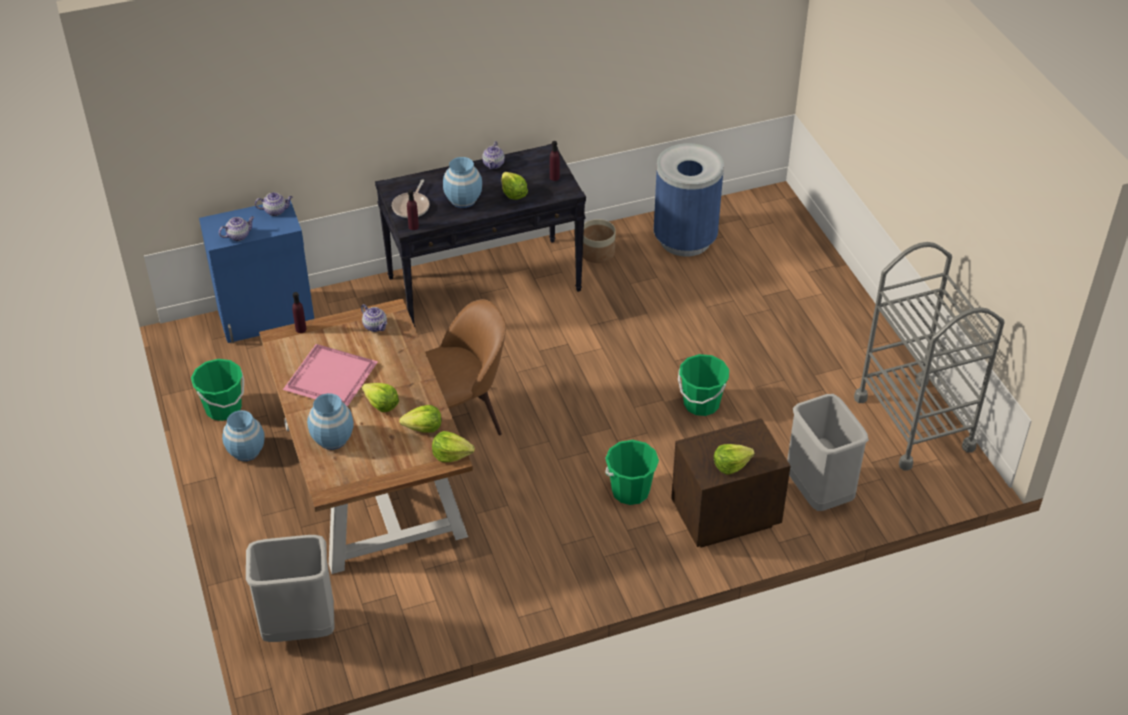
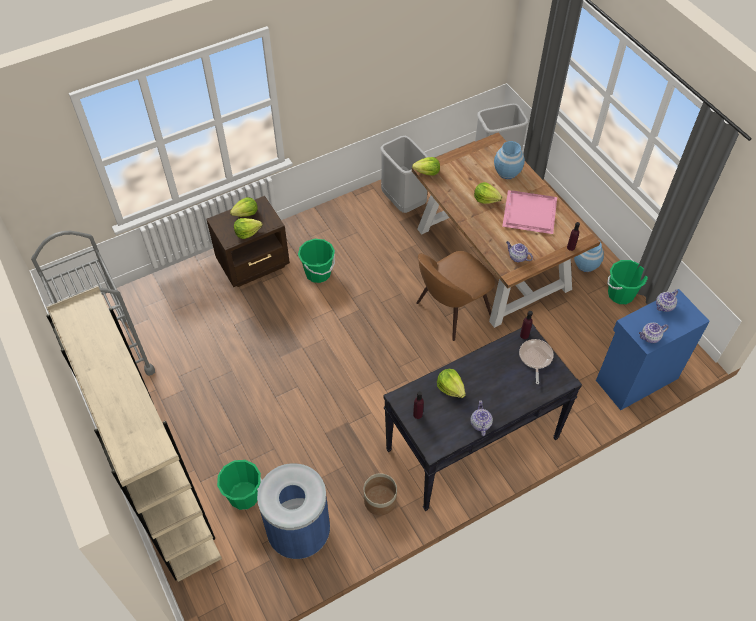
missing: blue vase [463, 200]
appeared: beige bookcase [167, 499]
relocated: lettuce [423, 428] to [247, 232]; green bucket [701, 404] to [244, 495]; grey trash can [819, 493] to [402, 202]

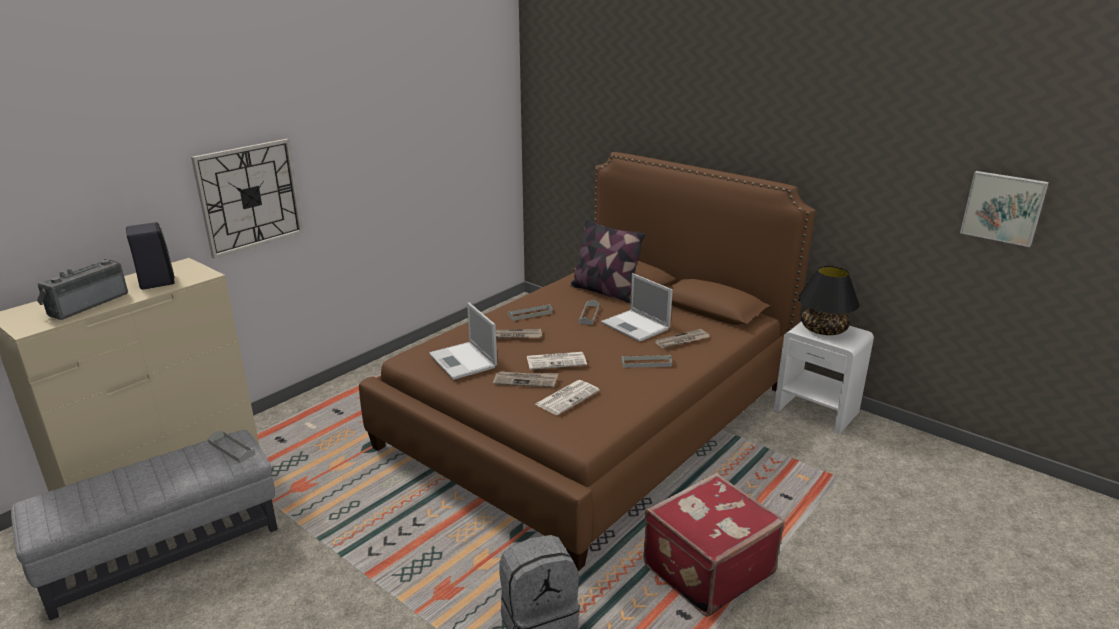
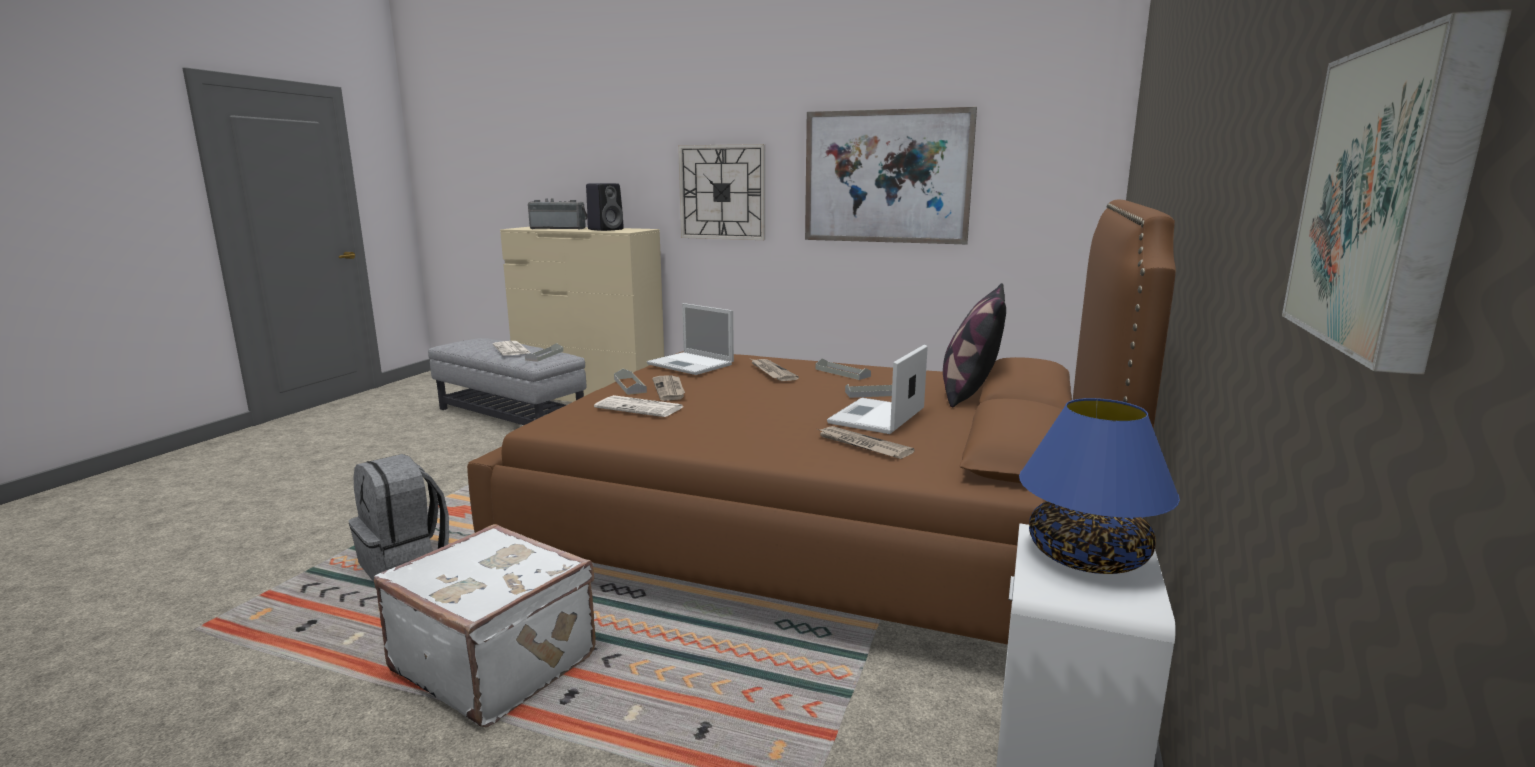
appeared: picture [886, 177]
relocated: newspaper [557, 361] to [512, 349]; grey tray [646, 363] to [630, 385]
colour: red suitcase [706, 568] to white suitcase [497, 662]; black table lamp [824, 330] to blue table lamp [1087, 558]
spun: laptop [463, 361] = [691, 364] 90 degrees counterclockwise

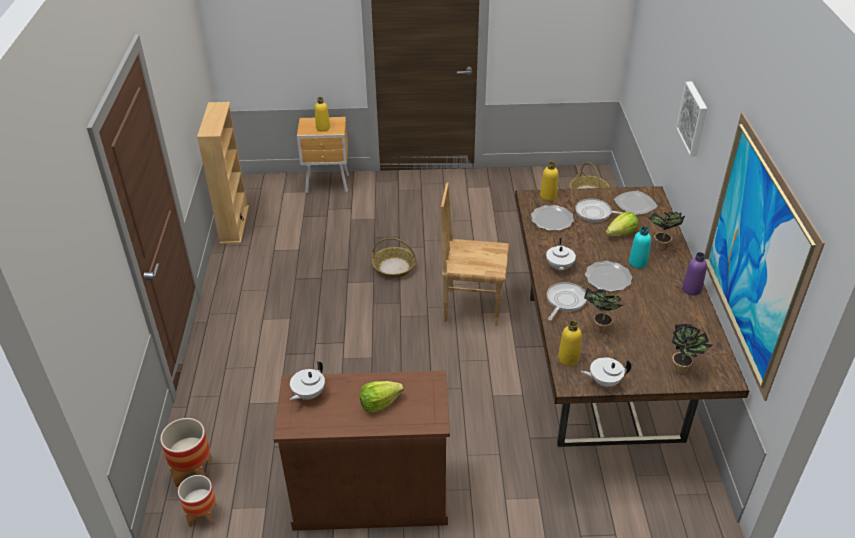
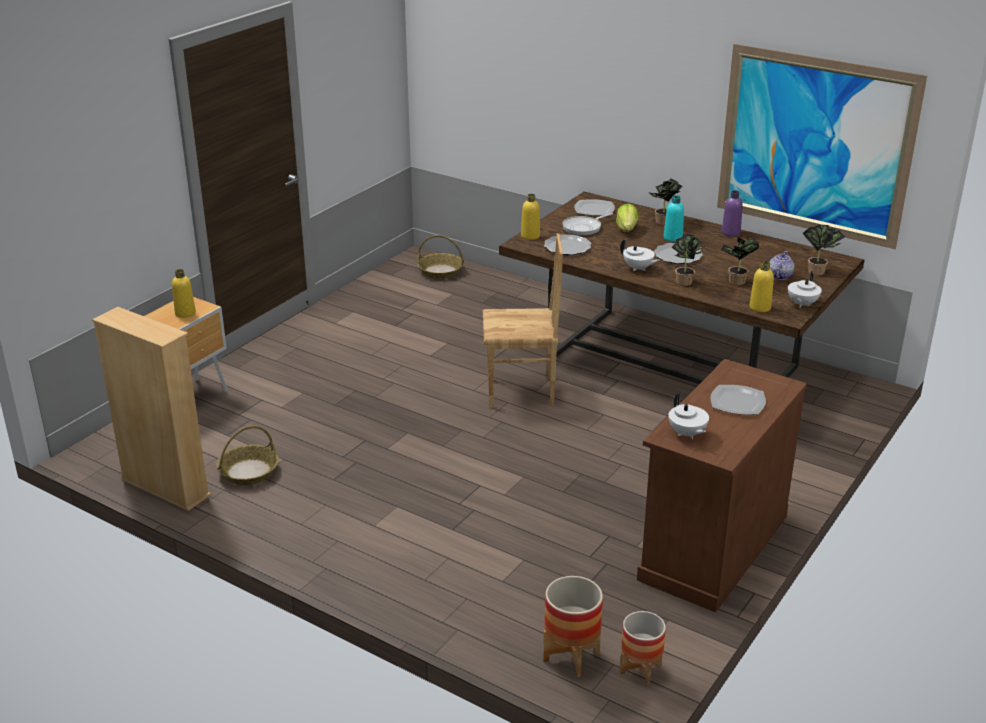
missing: picture [694, 118]
appeared: teapot [779, 276]
relocated: basket [393, 267] to [248, 472]
exchanged: lettuce [379, 403] to plate [737, 402]; frying pan [564, 301] to potted plant [686, 283]
spun: brown chair [472, 307] = [521, 393] 135 degrees counterclockwise

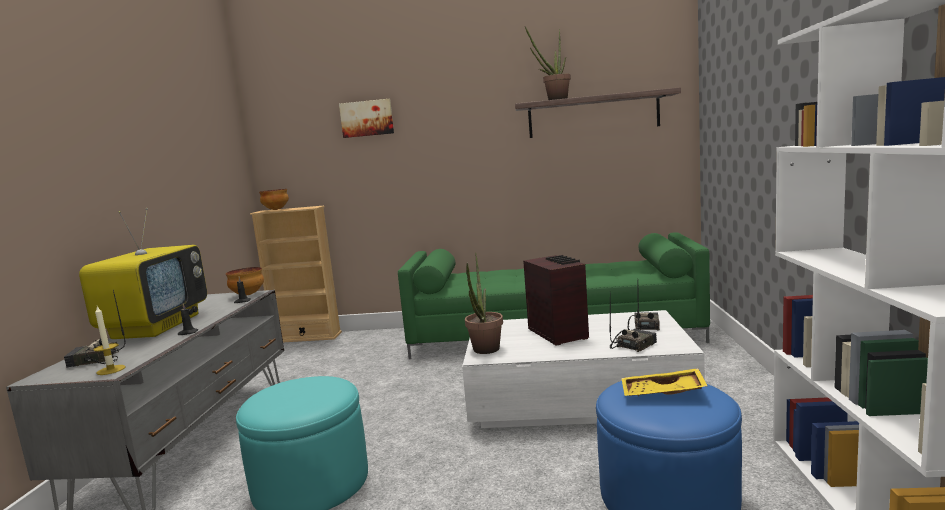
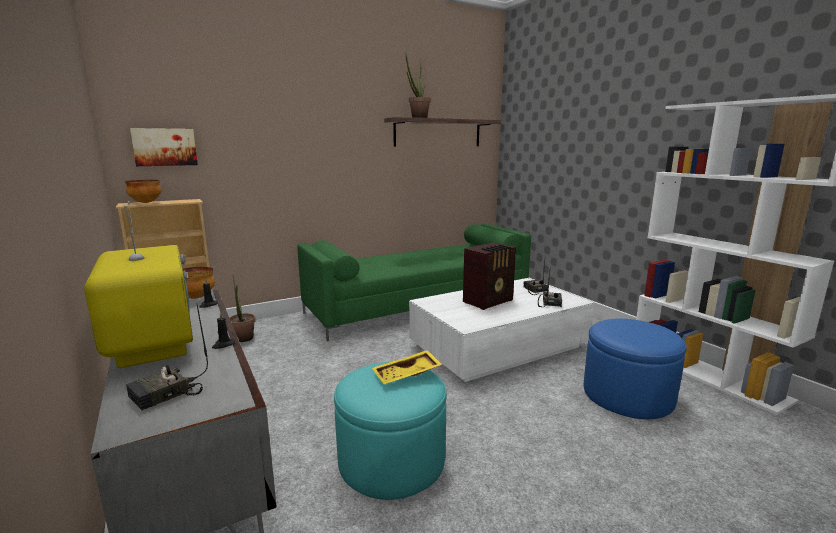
missing: candle [111, 370]
relocated: picture [367, 118] to [165, 147]; potted plant [485, 351] to [243, 340]; yellow tray [662, 393] to [407, 375]
spun: radio [558, 333] = [489, 301] 105 degrees clockwise

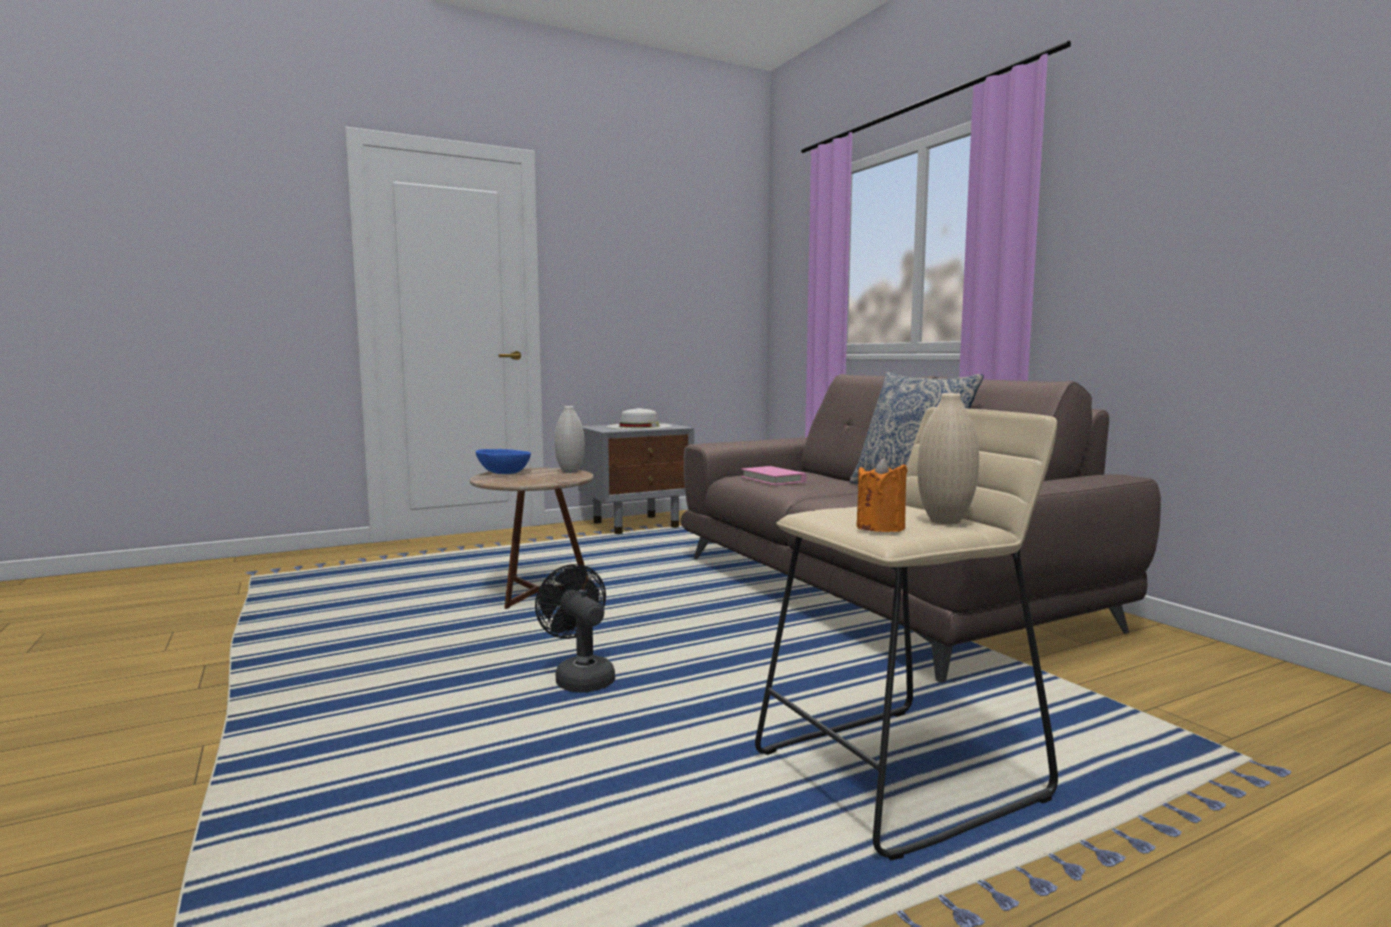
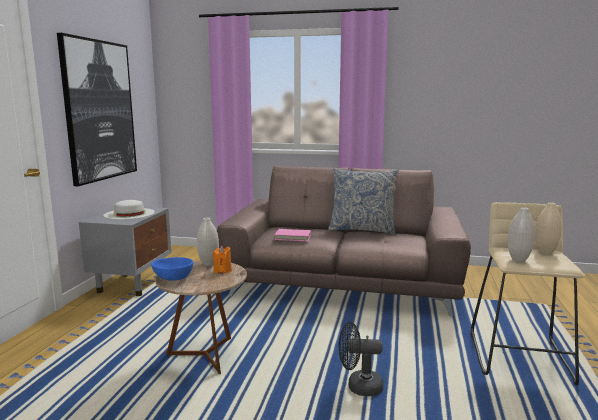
appeared: picture [99, 111]; white vase [518, 260]
relocated: orange candle [880, 528] to [222, 271]

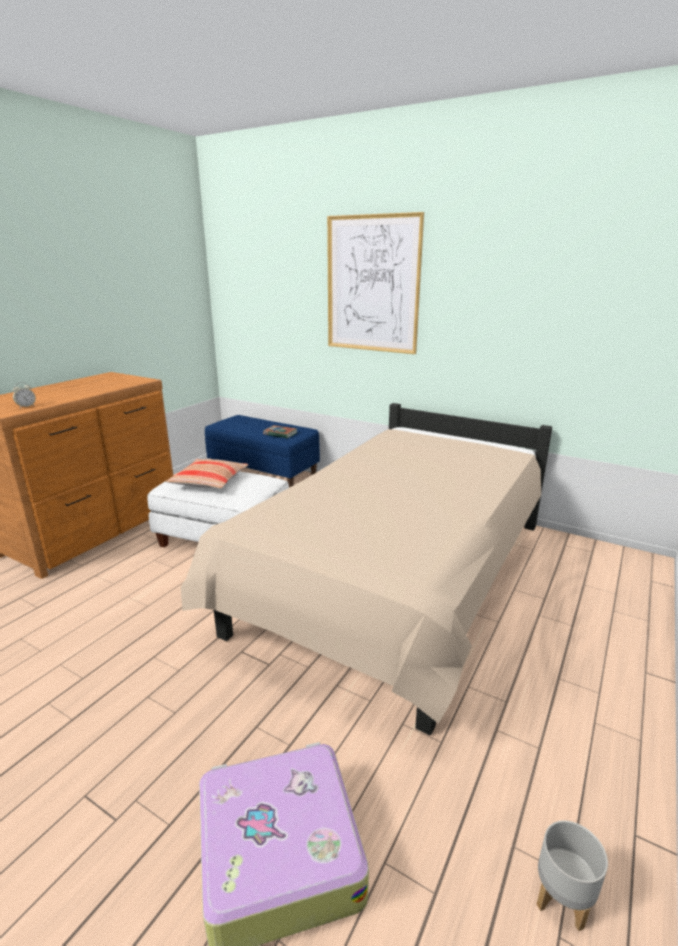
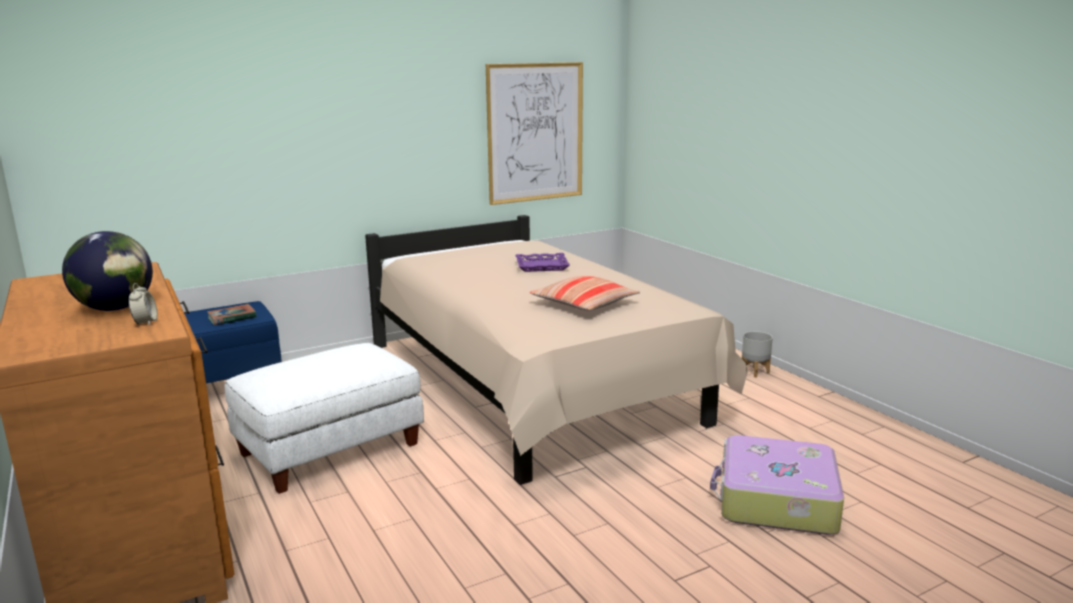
appeared: globe [115, 308]; purple tray [542, 266]
relocated: pillow [209, 481] to [584, 304]; picture [372, 285] to [535, 132]; grey planter [563, 899] to [755, 371]

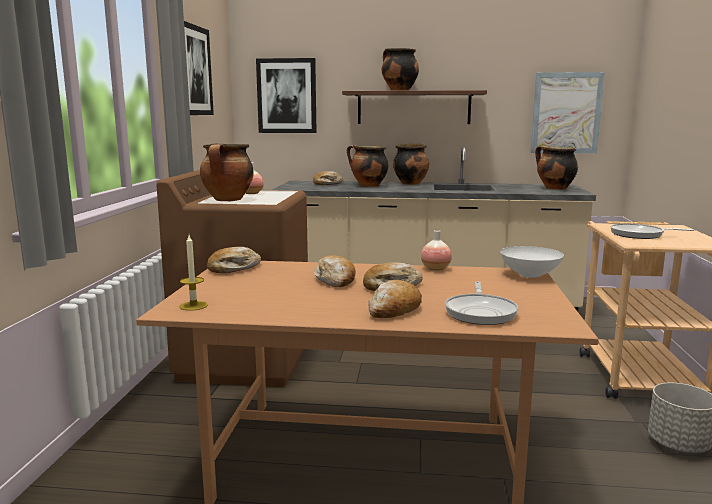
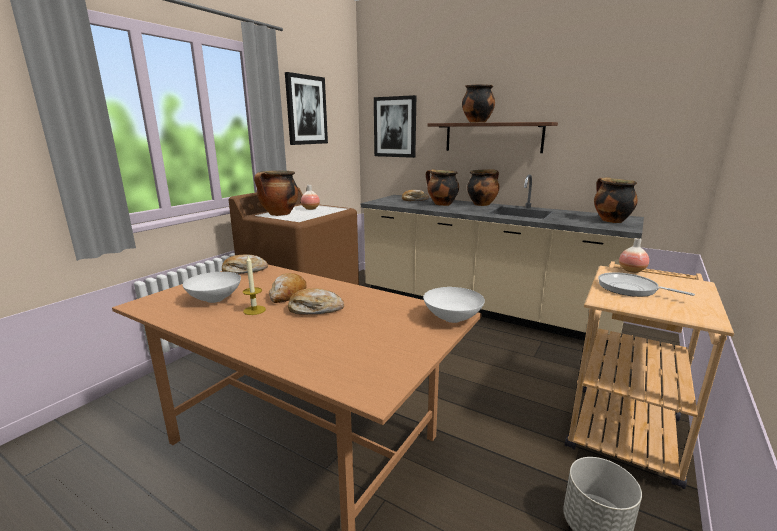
missing: bread [394, 309]; frying pan [480, 312]; picture [566, 113]
appeared: white bowl [215, 299]
relocated: candle [193, 306] to [254, 310]; vase [435, 268] to [631, 270]

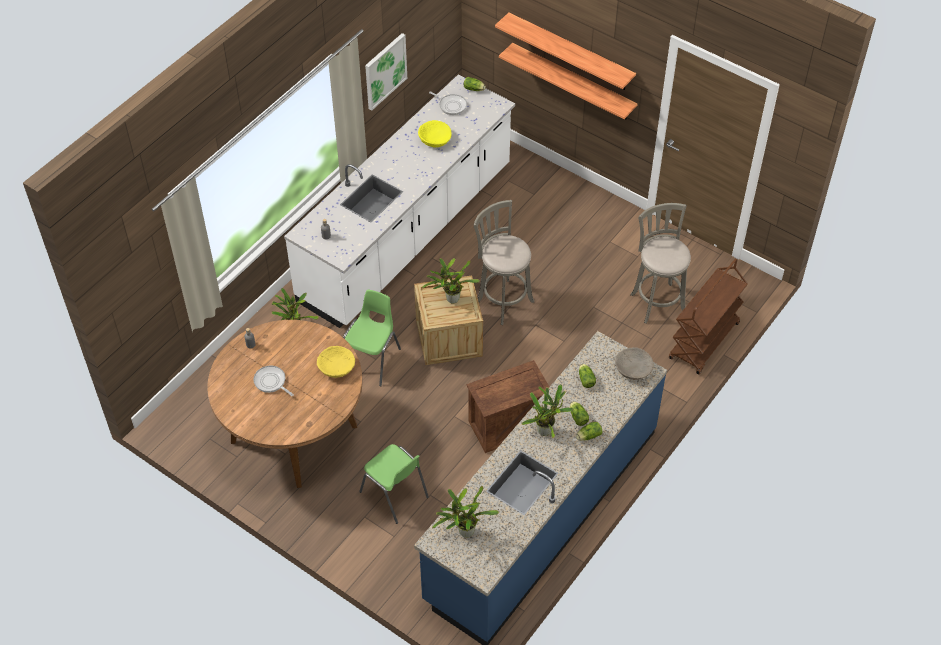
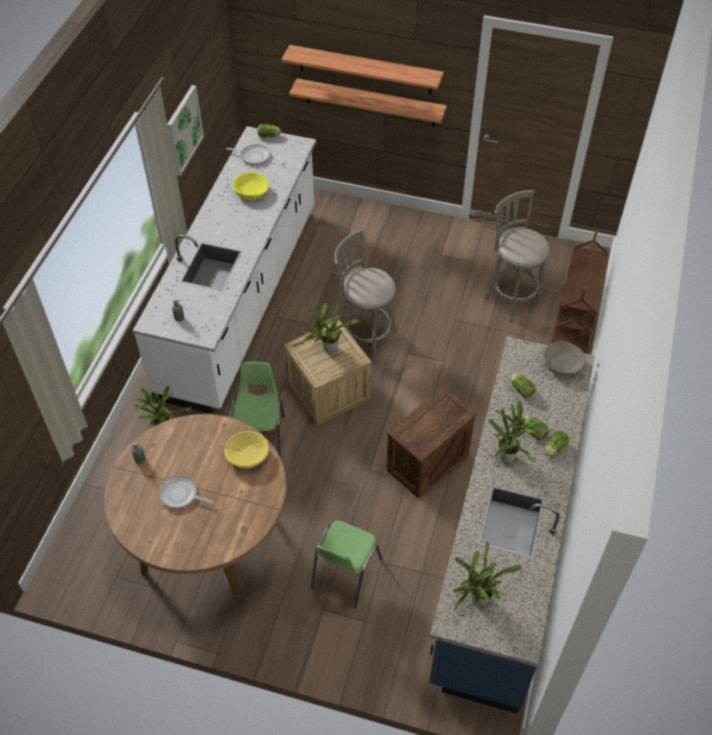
spun: green chair [394, 495] = [345, 574] 90 degrees clockwise

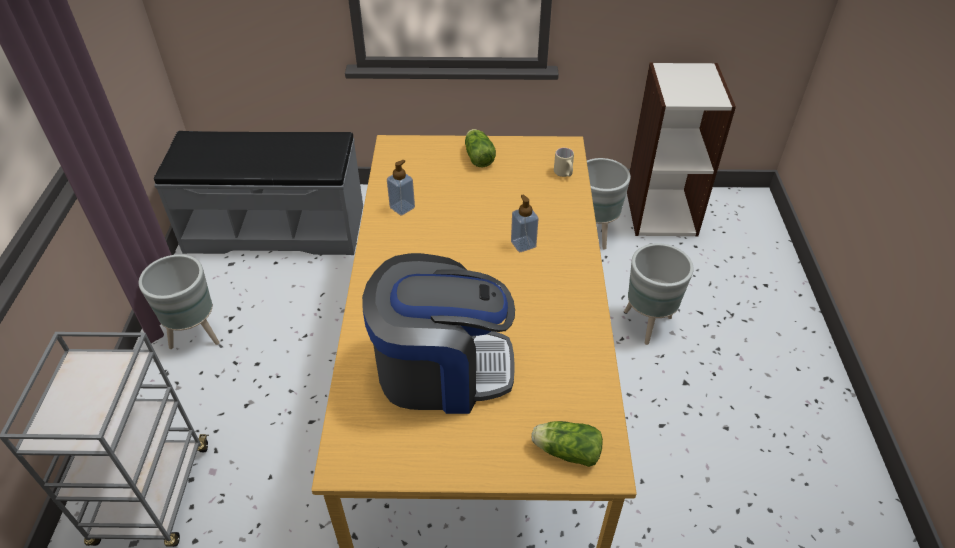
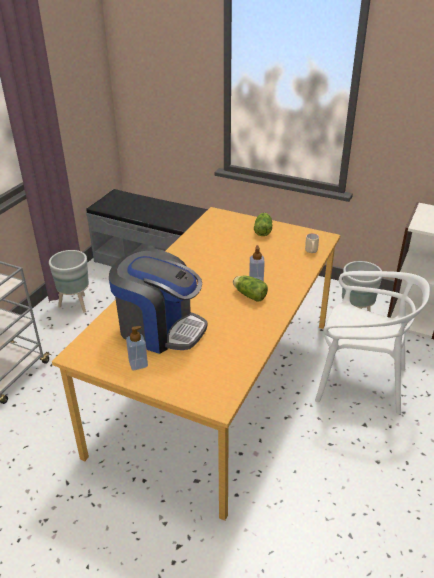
relocated: soap dispenser [402, 208] to [138, 364]; lettuce [564, 451] to [249, 295]
exchanged: grey planter [648, 324] to white chair [359, 381]

